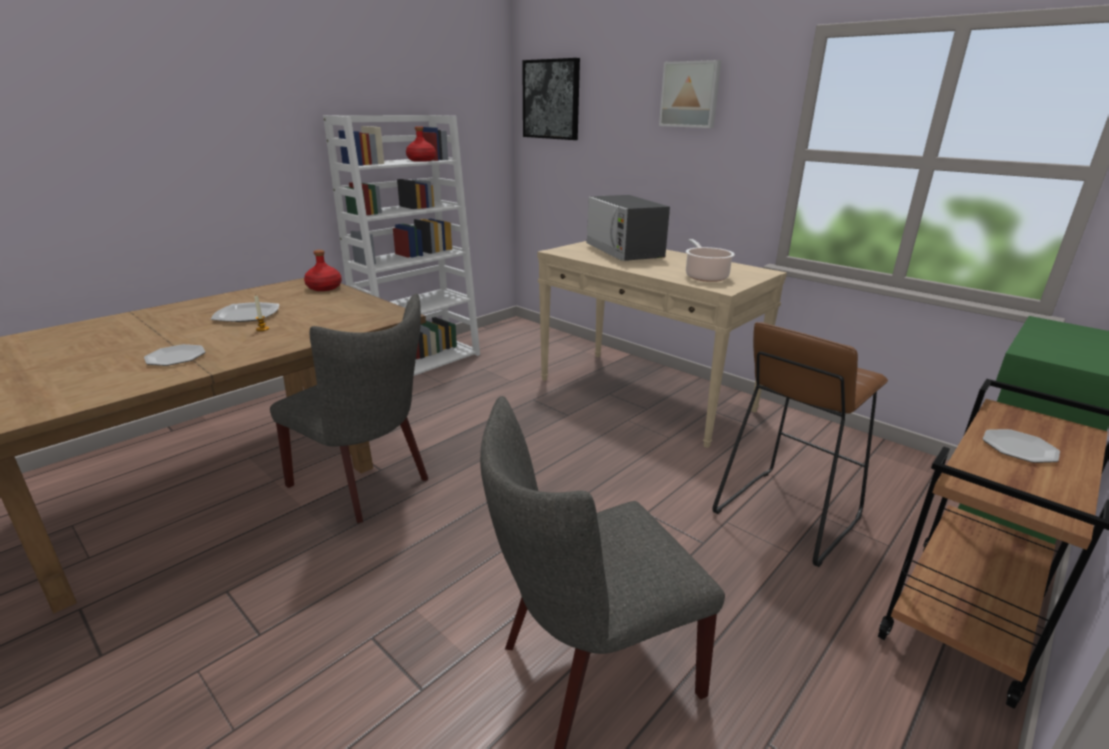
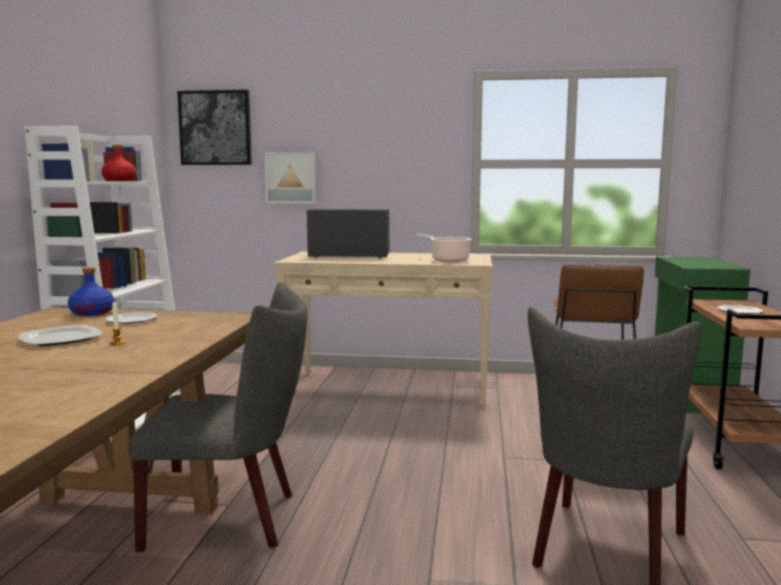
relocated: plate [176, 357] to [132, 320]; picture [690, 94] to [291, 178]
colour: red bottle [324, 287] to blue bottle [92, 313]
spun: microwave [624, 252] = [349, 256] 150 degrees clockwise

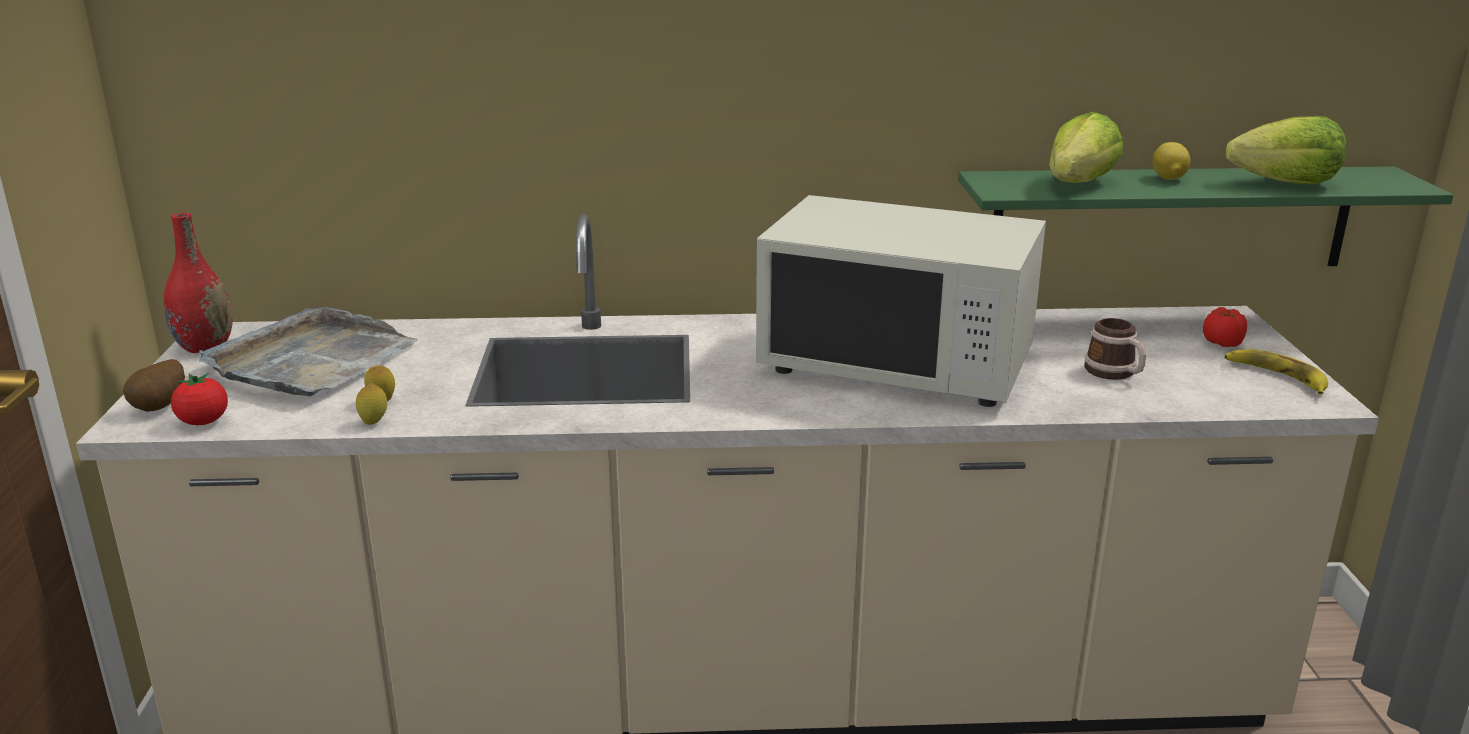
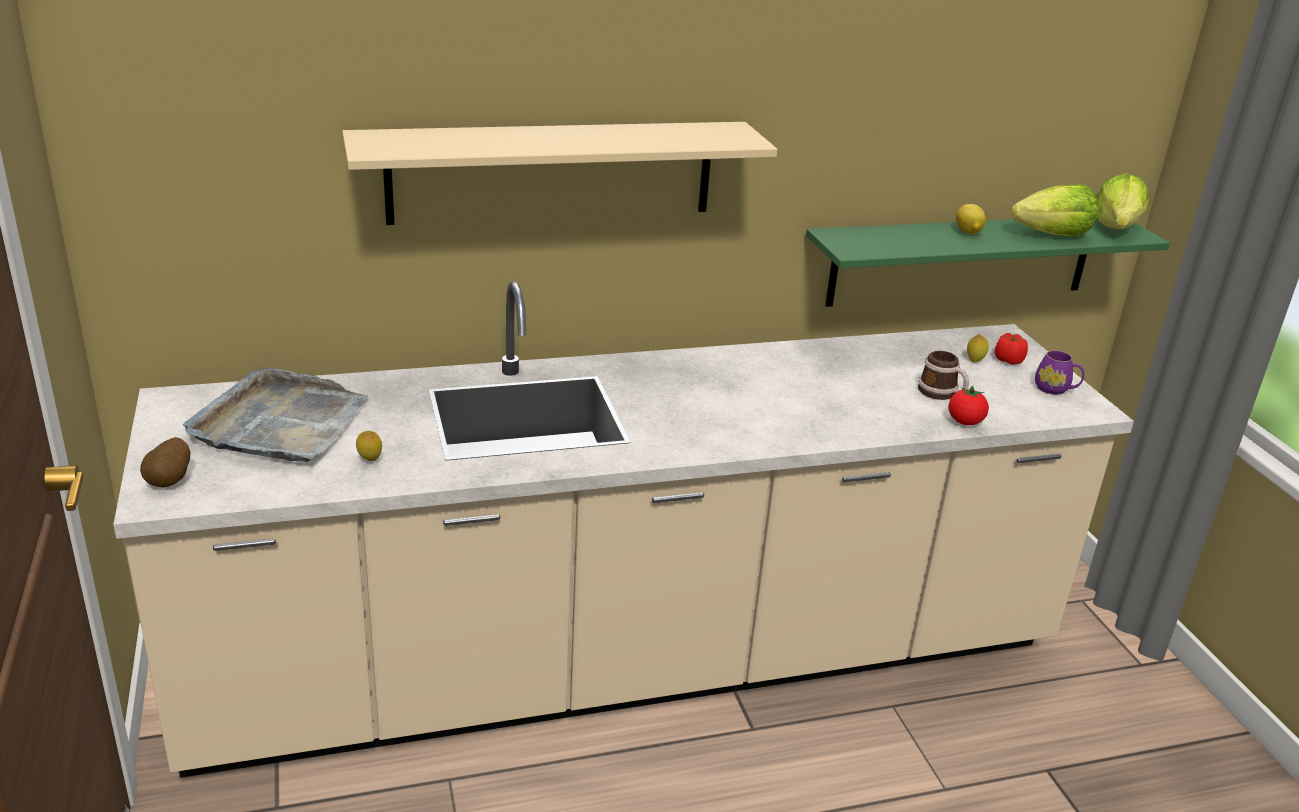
missing: red vase [205, 347]; white microwave [897, 364]
appeared: beige shelf [552, 172]
relocated: tomato [203, 422] to [965, 422]; lemon [374, 423] to [974, 361]; lettuce [1079, 184] to [1116, 228]
exchanged: banana [1276, 377] to purple mug [1055, 389]

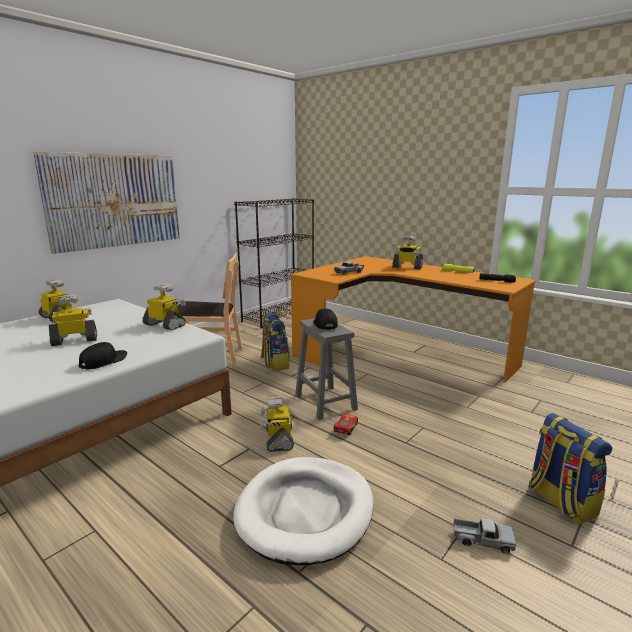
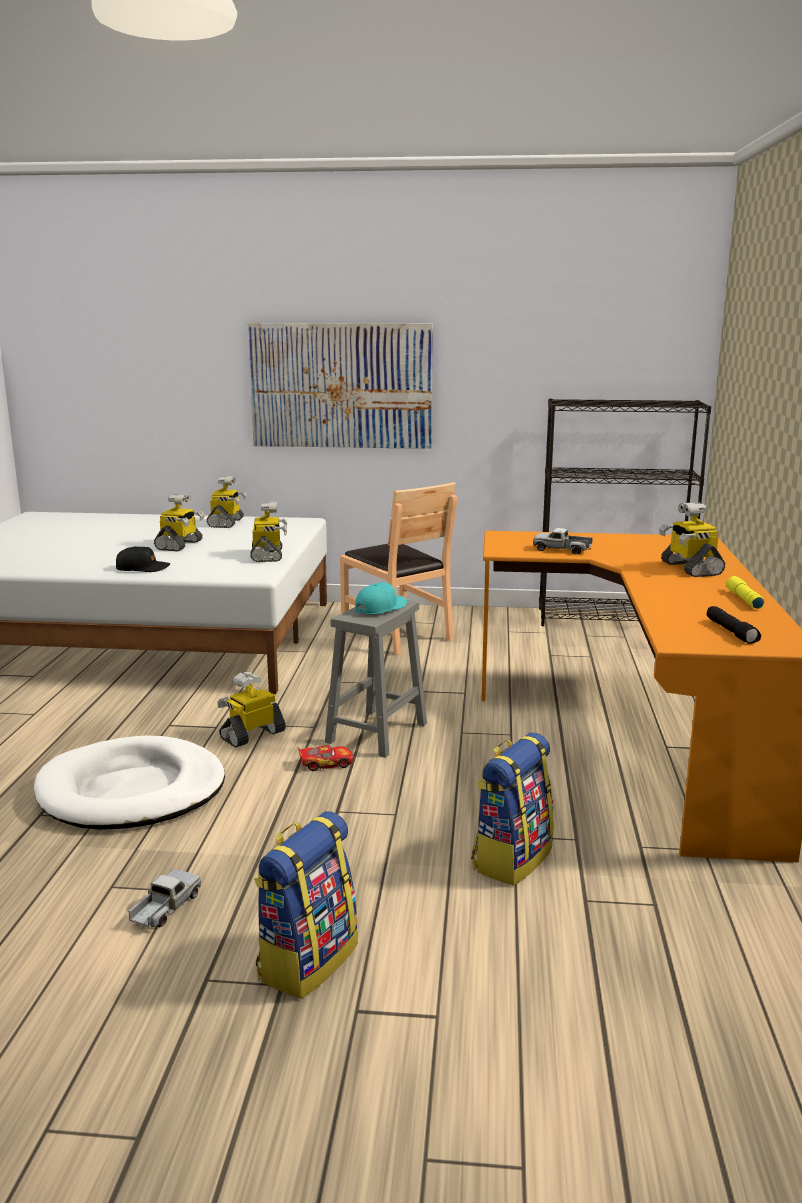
relocated: backpack [275, 364] to [511, 858]
colour: black cap [325, 324] to turquoise cap [381, 607]
spun: toy robot [75, 340] = [180, 545] 75 degrees clockwise; toy truck [482, 540] = [165, 908] 135 degrees counterclockwise

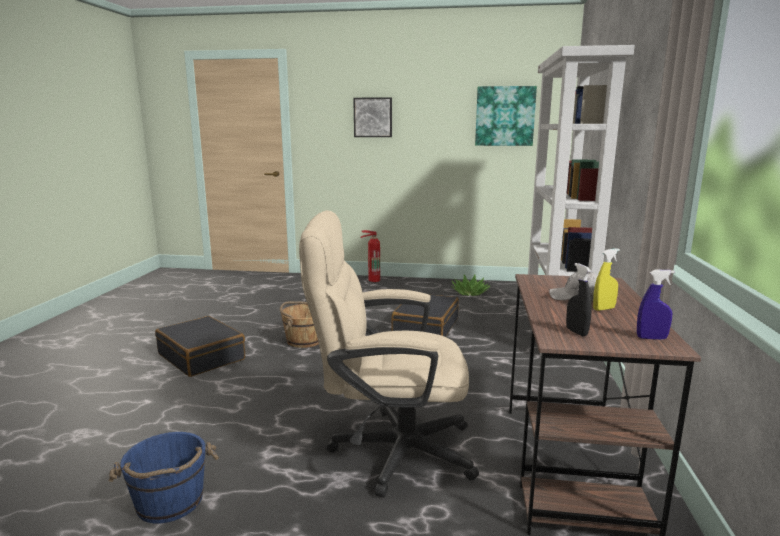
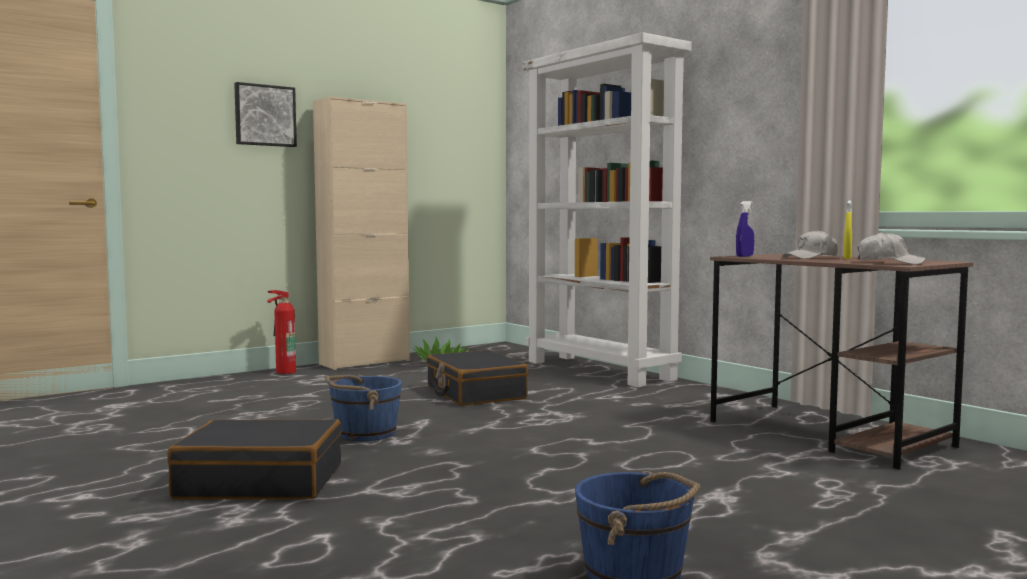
missing: beige office chair [389, 450]; picture [505, 116]
appeared: beige cabinet [364, 362]
relocated: blue spray bottle [651, 338] to [744, 256]
exchanged: black spray bottle [576, 332] to white cap [889, 263]
colour: brown bucket [304, 340] to blue bucket [365, 433]

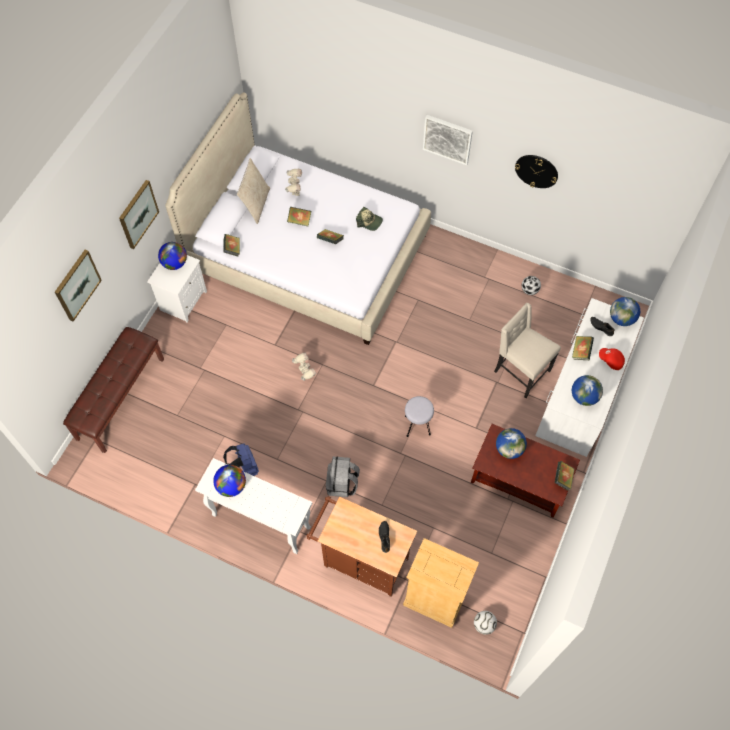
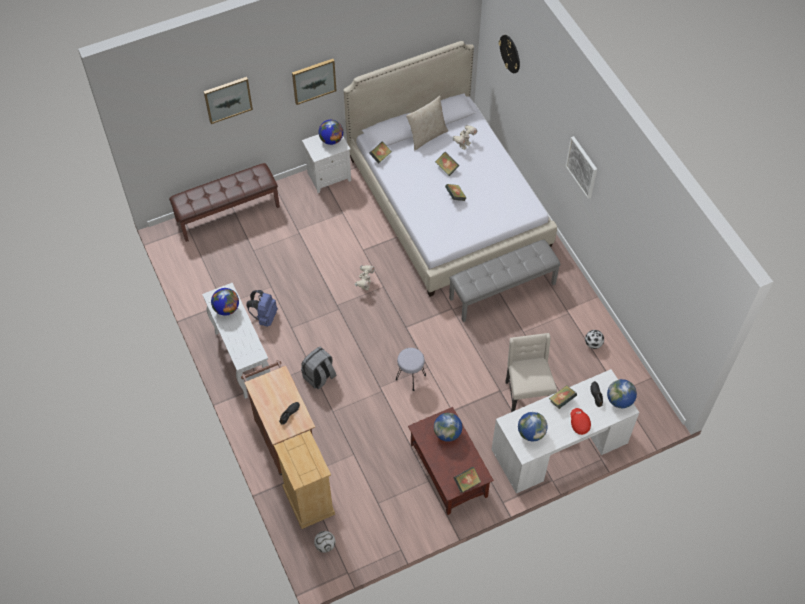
missing: cap [369, 222]
appeared: grey bench [502, 290]
relocated: wall clock [536, 171] to [510, 53]

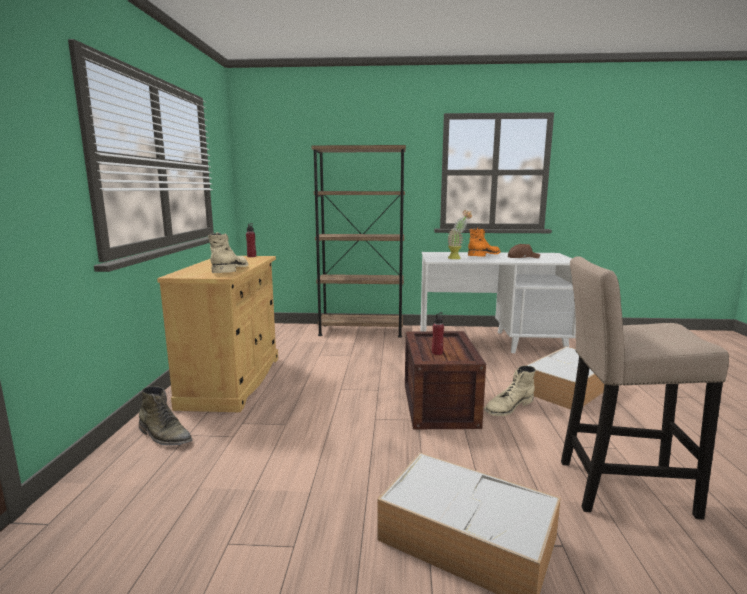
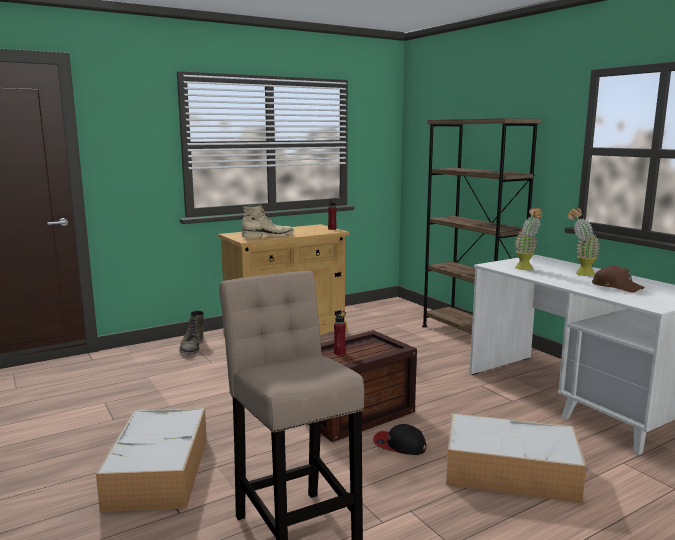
exchanged: orange boot [484, 255] to potted plant [580, 274]; beige boot [508, 407] to cap [399, 445]

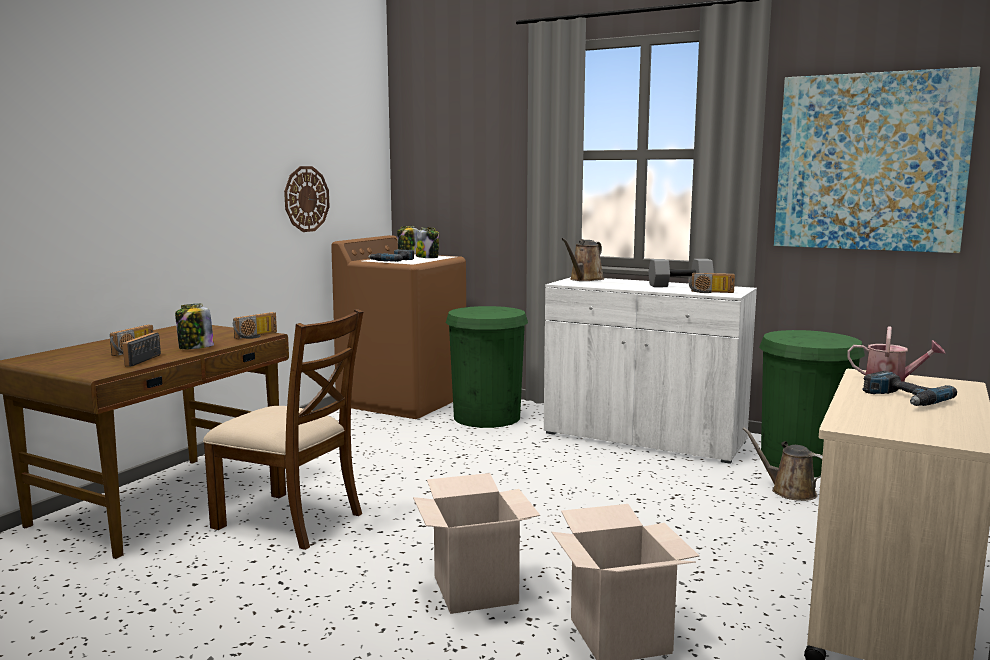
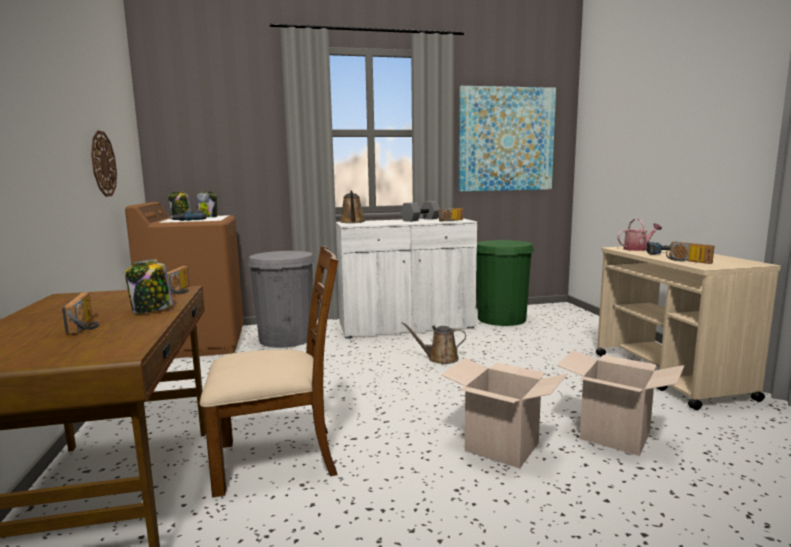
relocated: radio [139, 360] to [686, 261]; brown watering can [789, 491] to [439, 359]
colour: green trash can [487, 417] to grey trash can [286, 338]

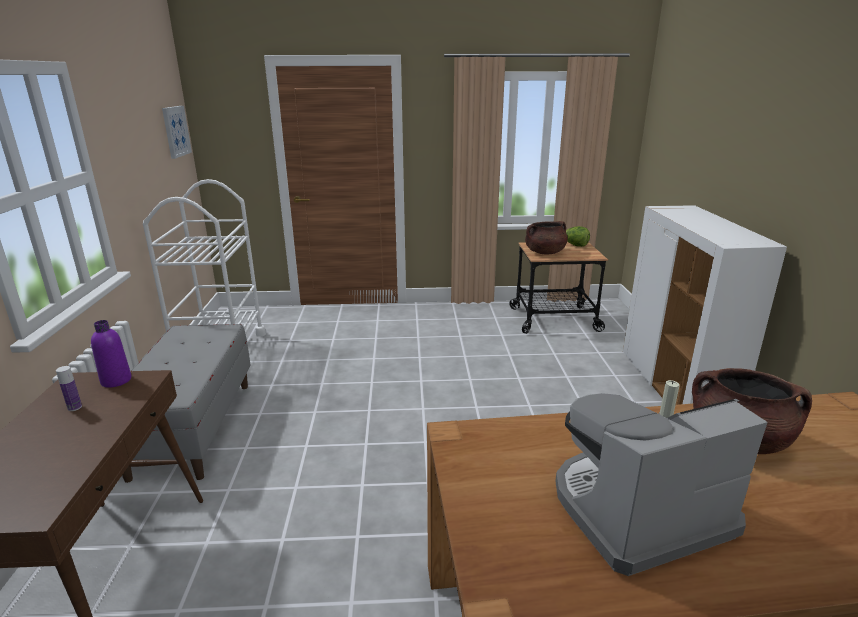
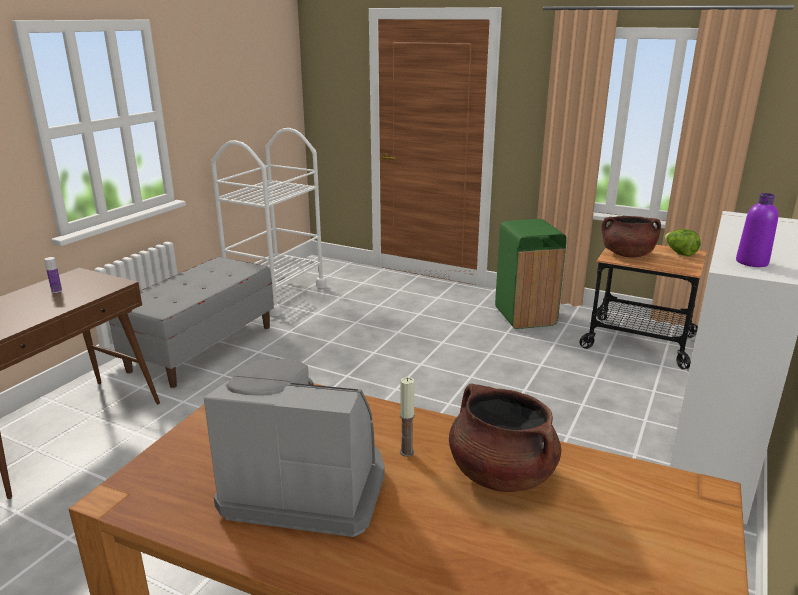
missing: picture [175, 131]
appeared: green trash can [525, 316]
relocated: purple bottle [116, 380] to [752, 262]

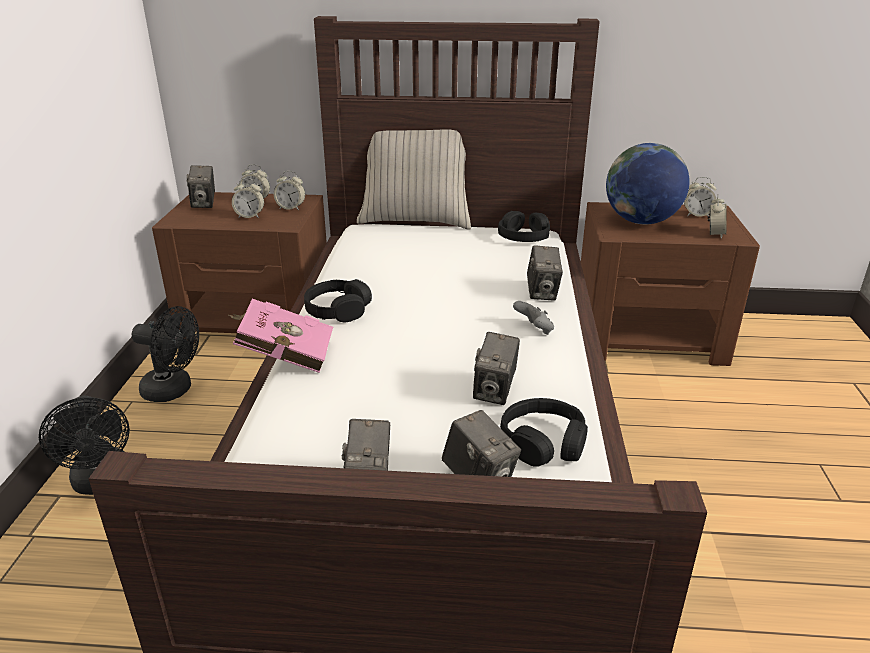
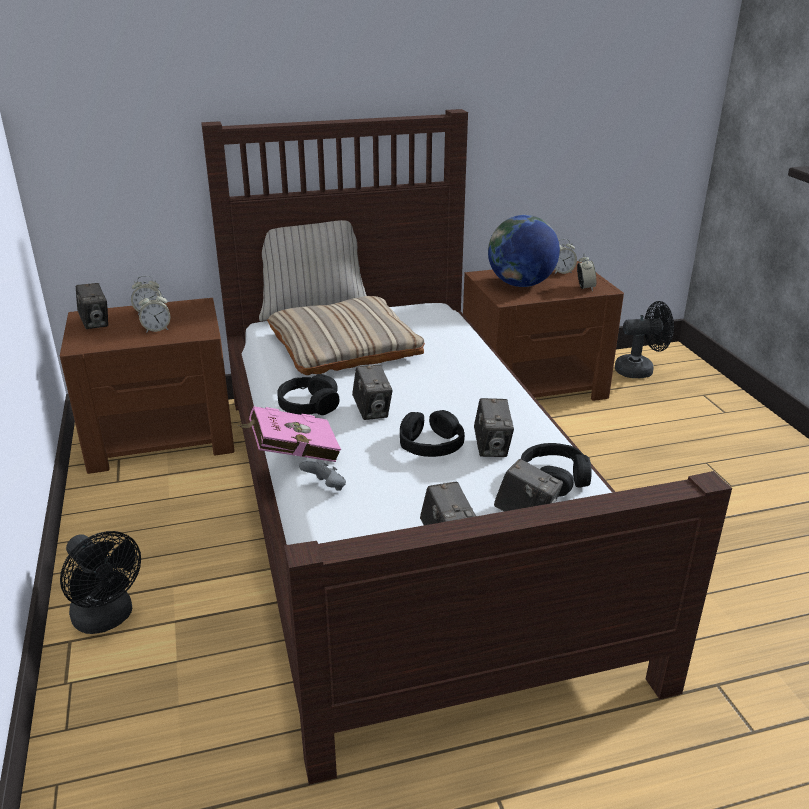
missing: alarm clock [291, 208]
appeared: beige pillow [344, 345]
relocated: black fan [174, 390] to [640, 370]; black headphones [523, 237] to [430, 444]; grey game controller [534, 330] to [325, 487]; photo camera [542, 293] to [372, 411]

